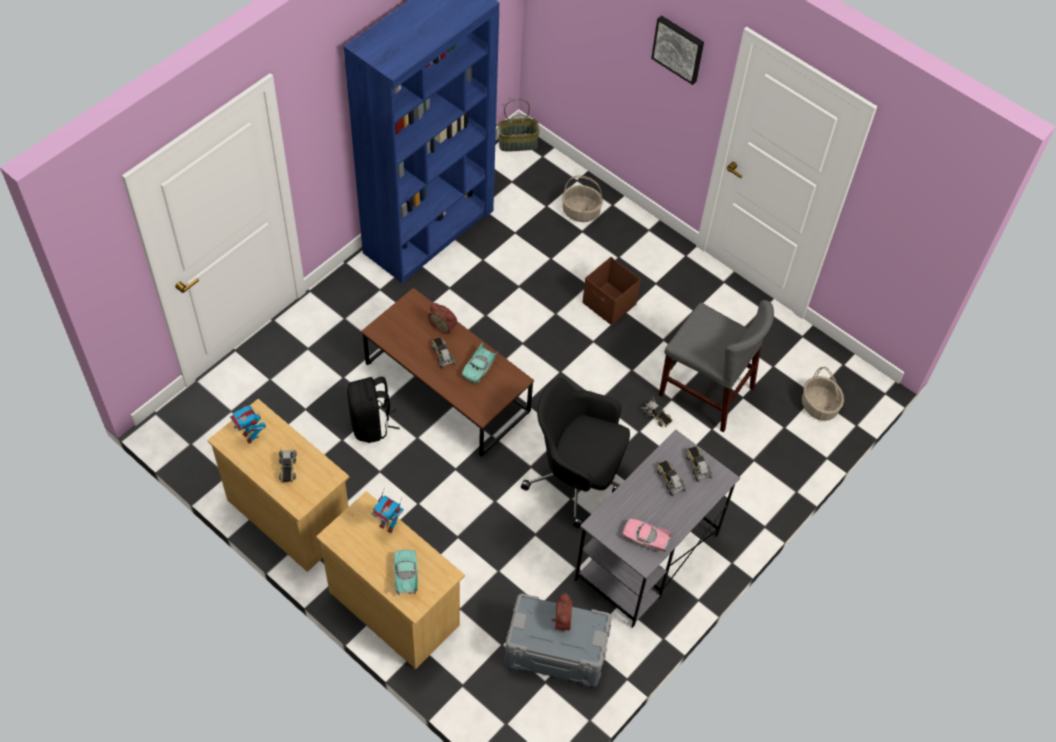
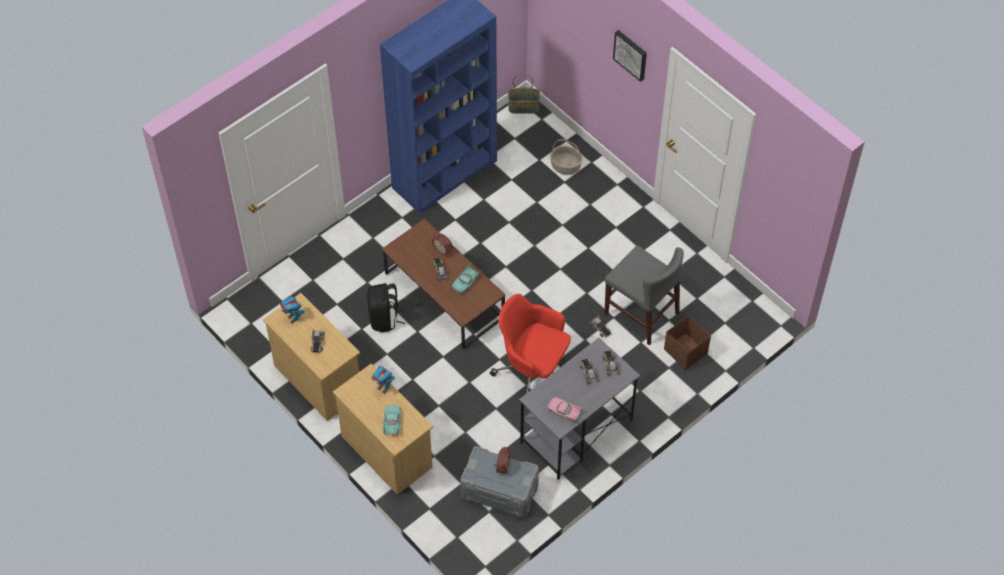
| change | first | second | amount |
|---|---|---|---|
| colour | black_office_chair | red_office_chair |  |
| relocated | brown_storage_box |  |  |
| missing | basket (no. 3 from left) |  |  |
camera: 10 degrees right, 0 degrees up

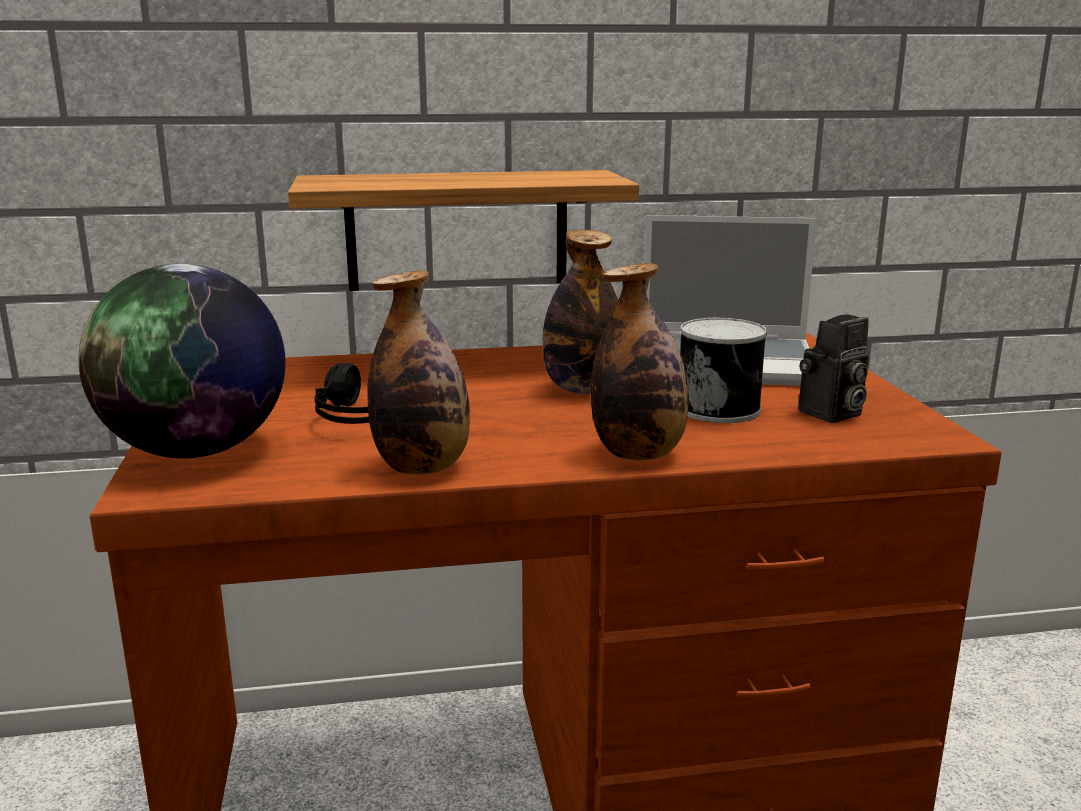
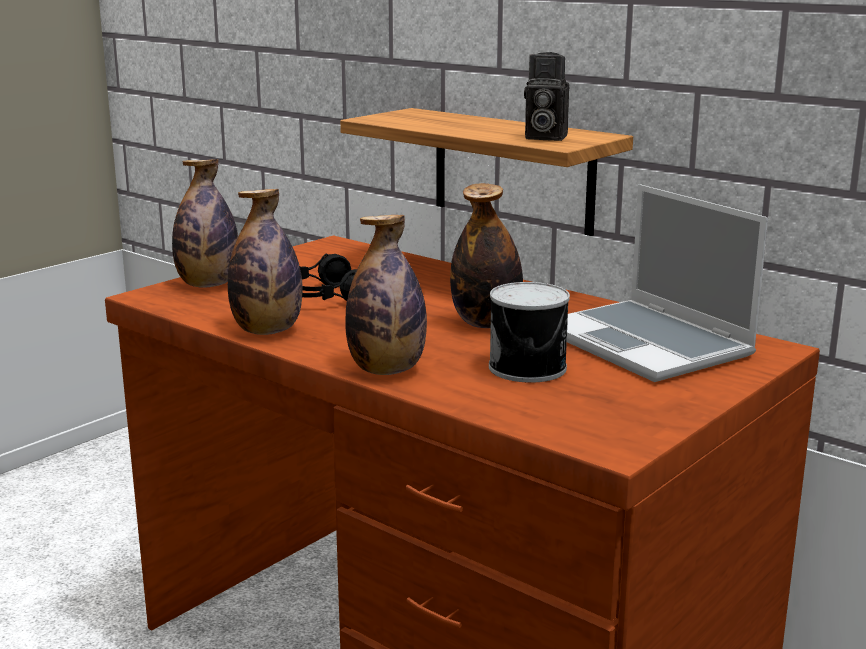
| change | first | second | amount |
|---|---|---|---|
| exchanged | globe | bottle (no. 1 from left) |  |
| relocated | photo_camera |  |  |
camera: 50 degrees right, 0 degrees up

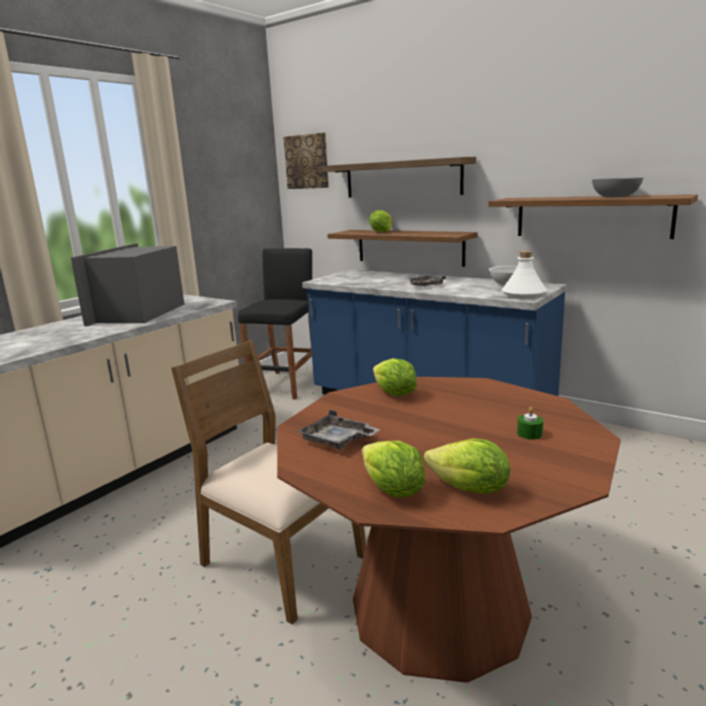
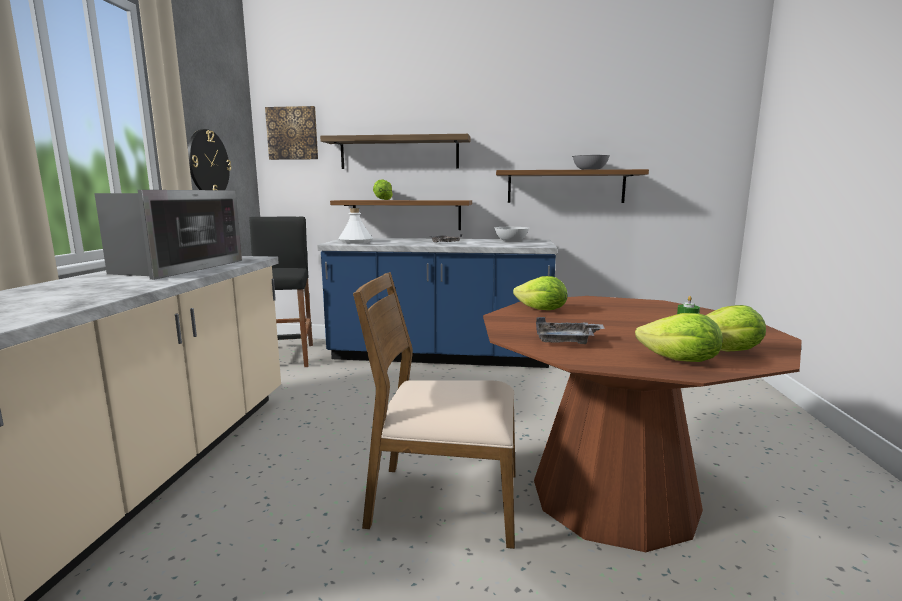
| change | first | second | amount |
|---|---|---|---|
| spun | microwave |  | 150 degrees counterclockwise |
| relocated | white_bottle |  |  |
| appeared |  | wall_clock |  |
camera: 30 degrees left, 5 degrees down

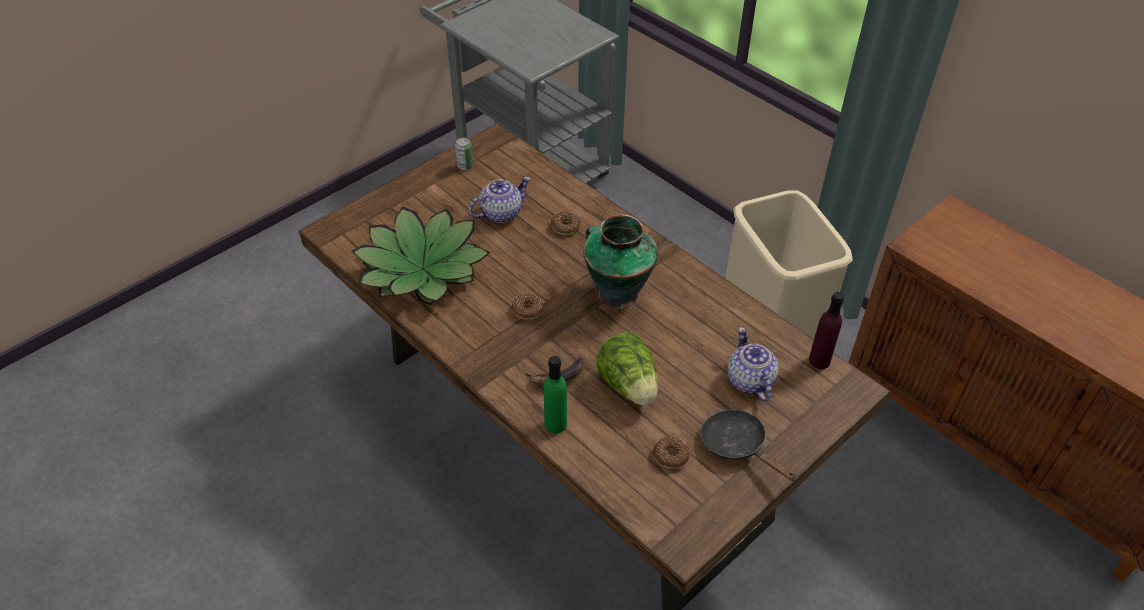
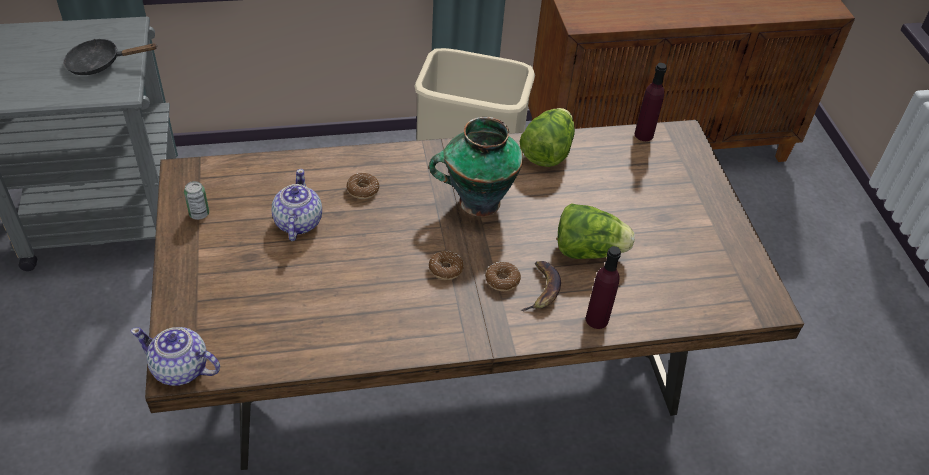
| change | first | second | amount |
|---|---|---|---|
| missing | potted_plant |  |  |
| colour | green_bottle | purple_bottle (no. 1 from left) |  |
| relocated | donut (no. 3 from left) |  |  |
| relocated | black_frying_pan |  |  |
| relocated | teapot (no. 2 from left in the first image) | teapot (no. 1 from left) |  |
| appeared |  | lettuce (no. 1 from left) |  |
camera: 60 degrees left, 0 degrees up

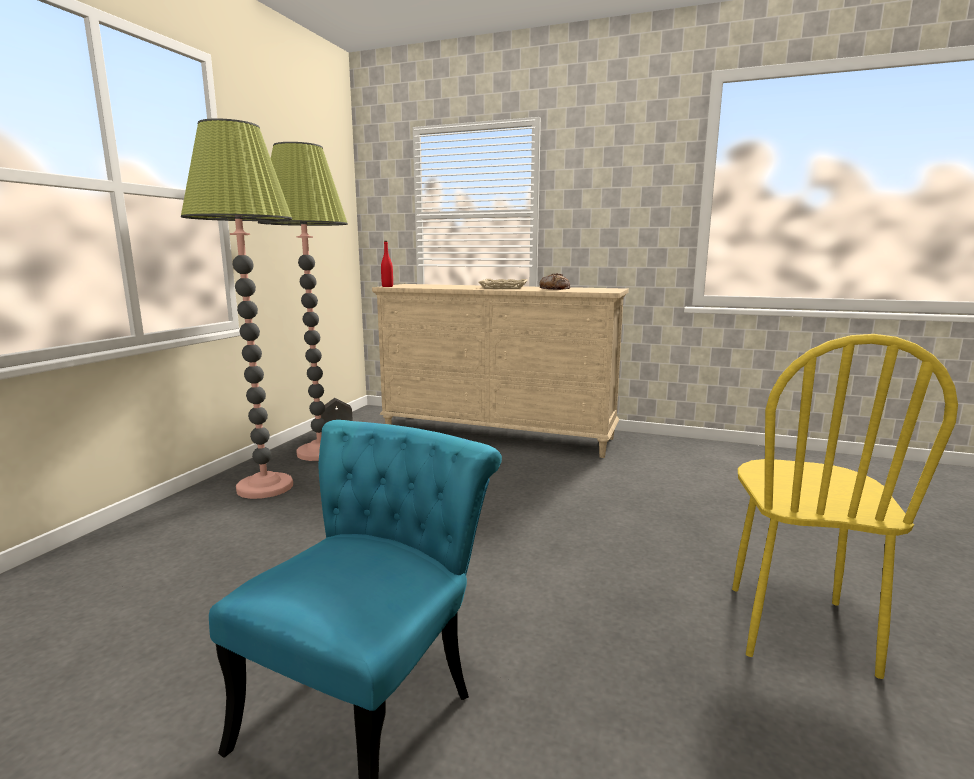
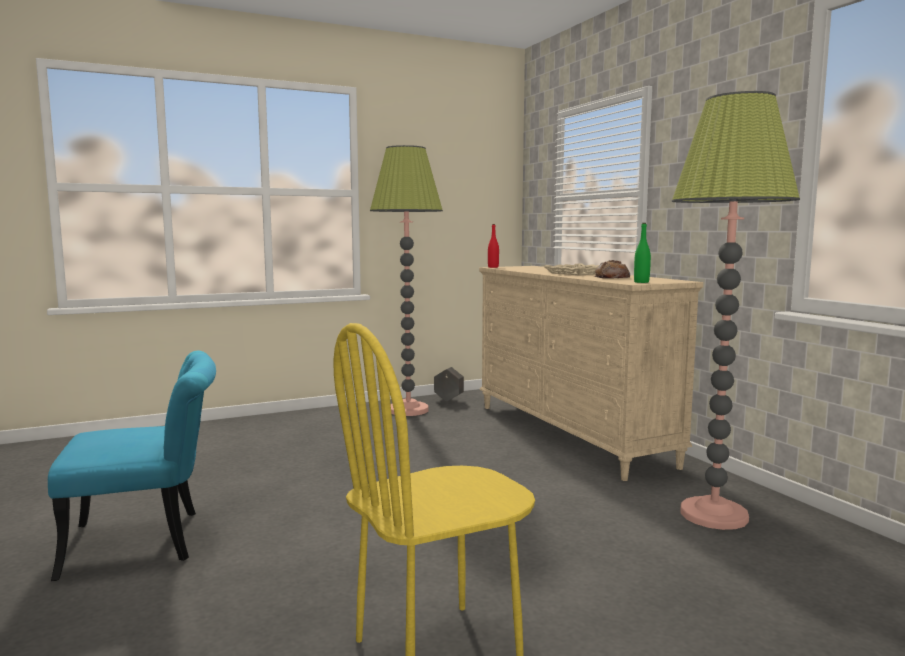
| change | first | second | amount |
|---|---|---|---|
| relocated | floor_lamp (no. 1 from left in the first image) | floor_lamp (no. 2 from left) |  |
| appeared |  | green_bottle |  |
camera: 45 degrees right, 5 degrees down

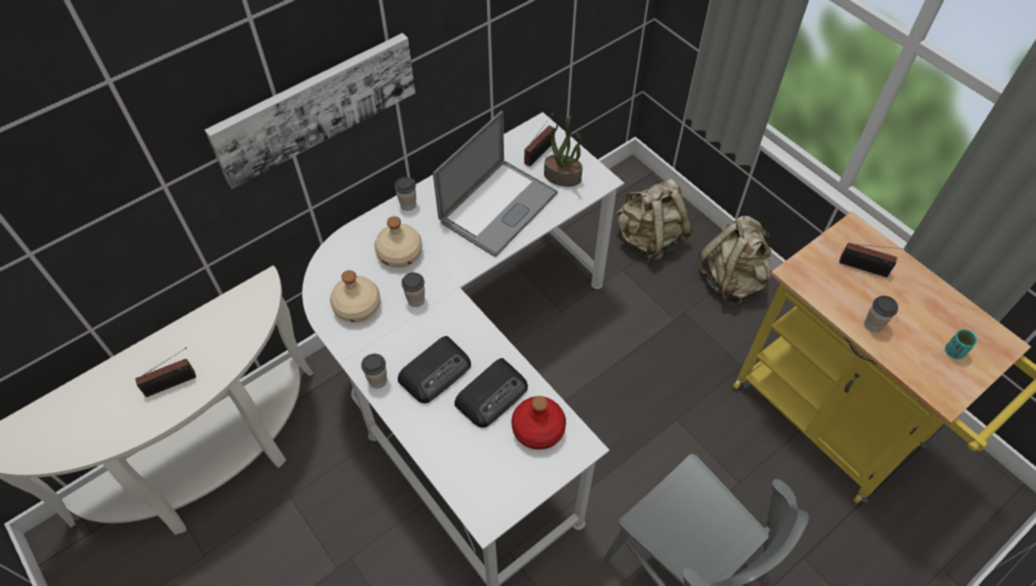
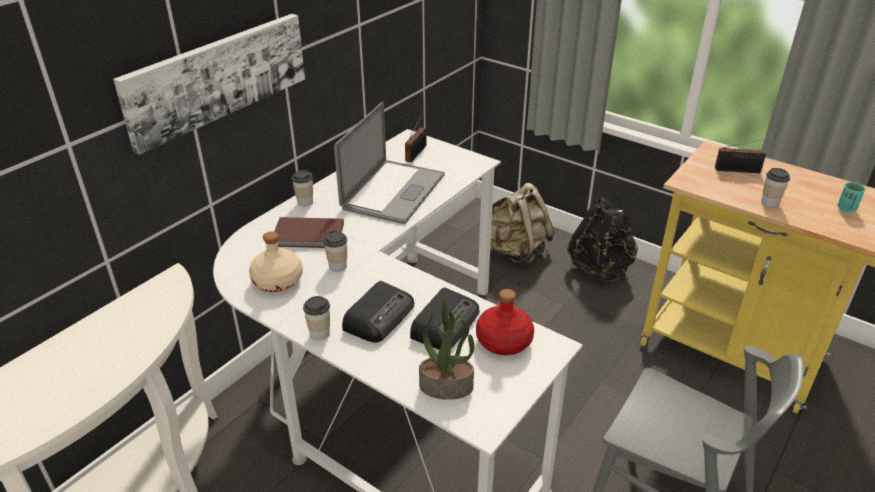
| change | first | second | amount |
|---|---|---|---|
| missing | radio (no. 1 from left) |  |  |
| exchanged | beige_bottle (no. 2 from left) | brown_book |  |
| relocated | potted_plant |  |  |
| colour | beige_backpack (no. 2 from left) | black_backpack |  |
camera: 15 degrees left, 20 degrees down

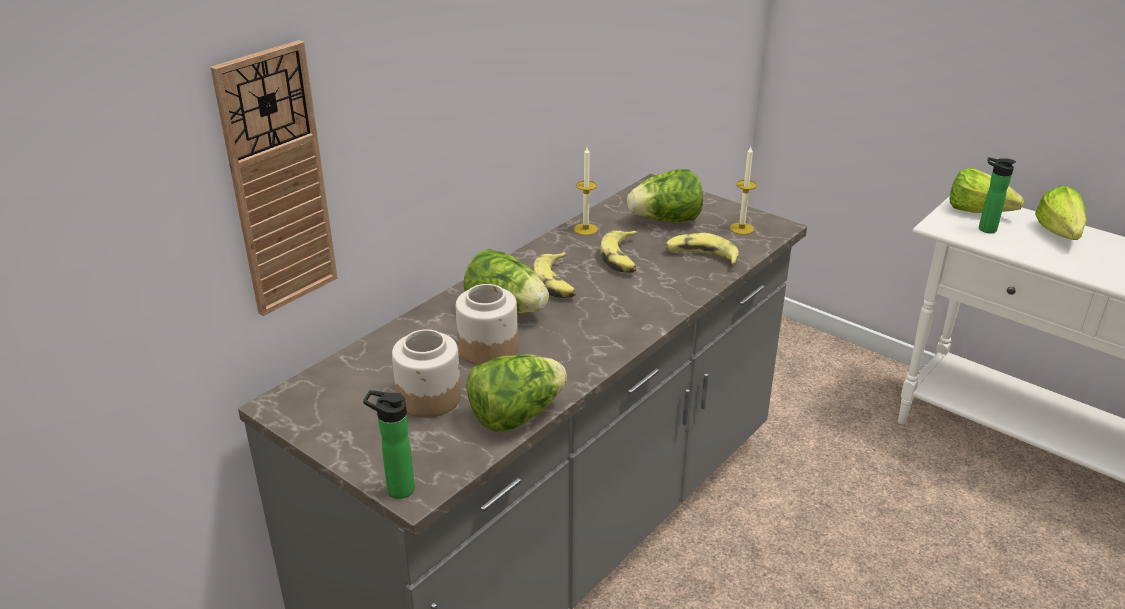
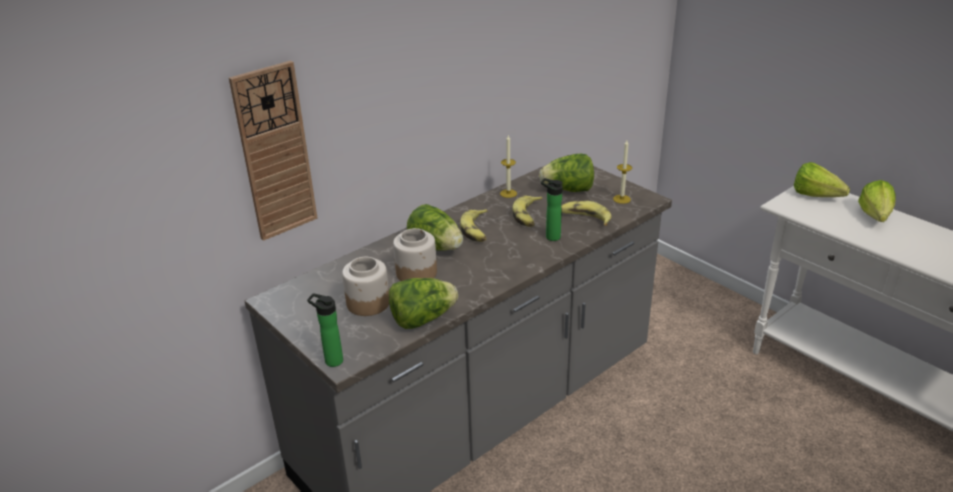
| change | first | second | amount |
|---|---|---|---|
| relocated | bottle (no. 2 from left) |  |  |
camera: 10 degrees right, 0 degrees up

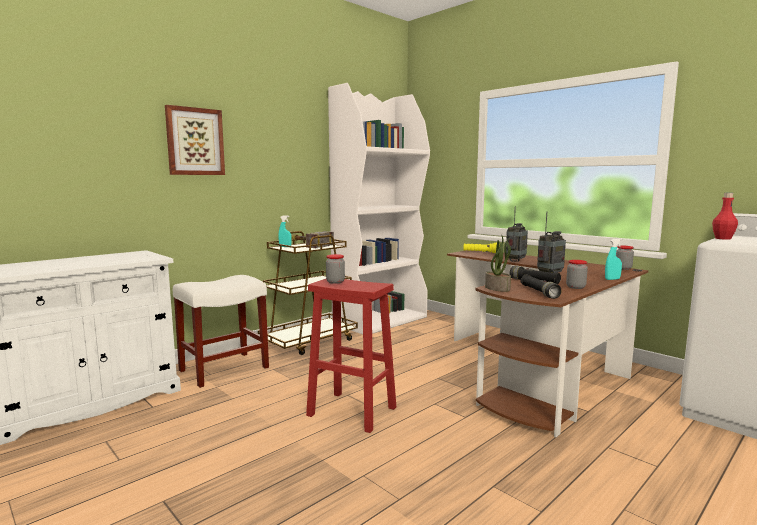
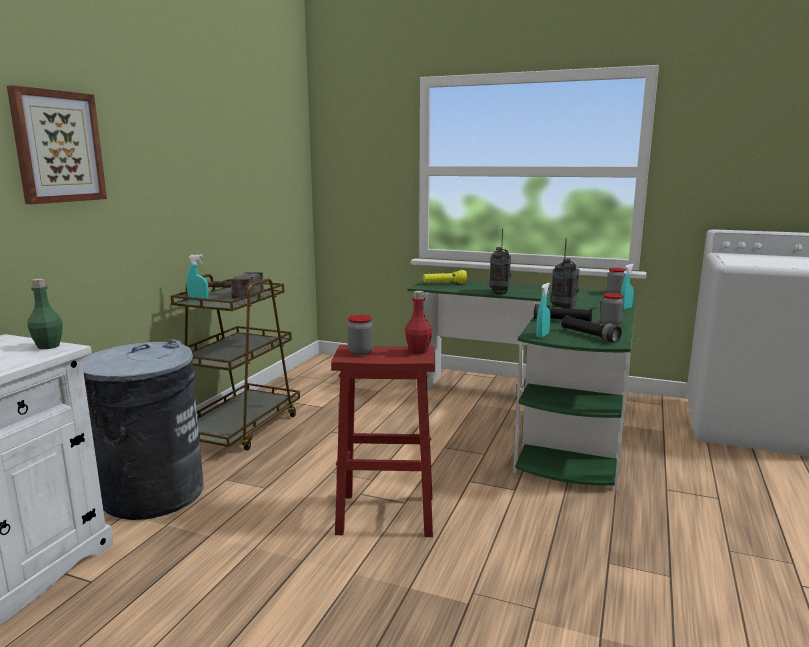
| change | first | second | amount |
|---|---|---|---|
| exchanged | white_stool | grey_trash_can |  |
| missing | white_bookcase |  |  |
| colour | brown_desk | green_desk |  |
| exchanged | potted_plant | turquoise_spray_bottle (no. 2 from left) |  |
| relocated | red_bottle |  |  |
| appeared |  | green_bottle |  |
camera: 25 degrees left, 5 degrees up

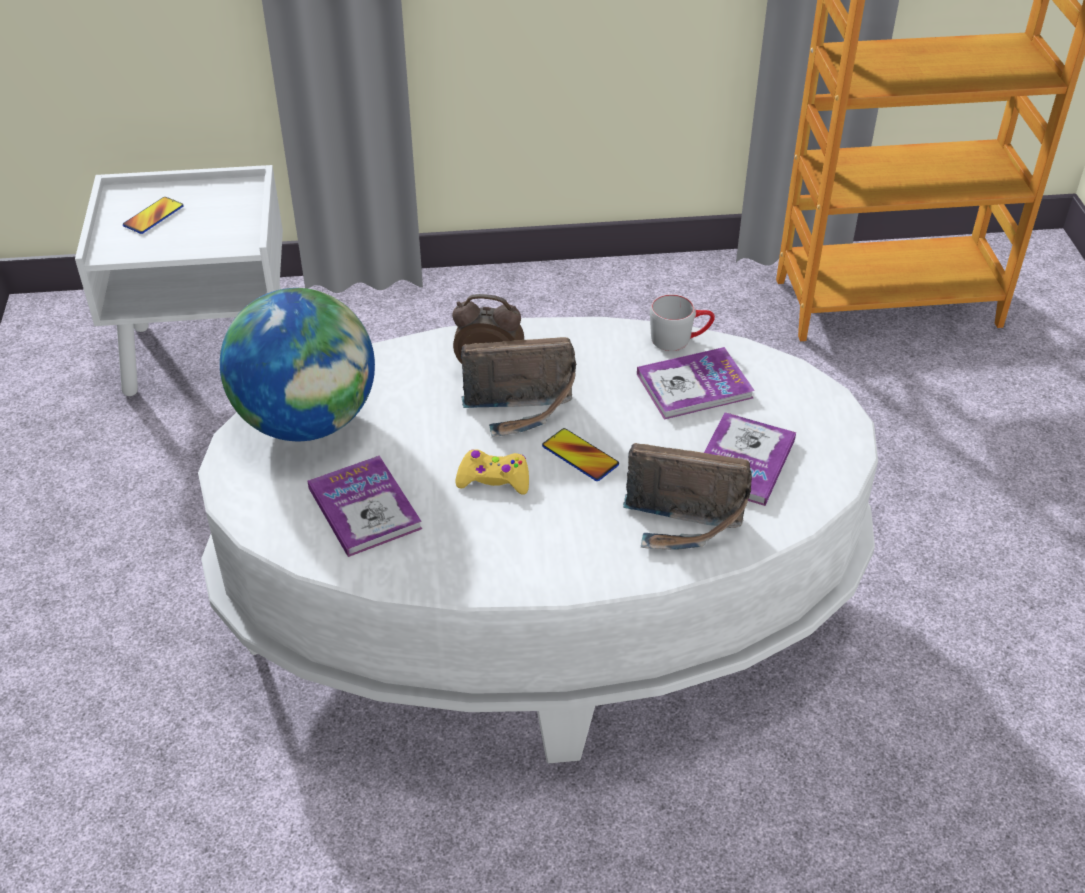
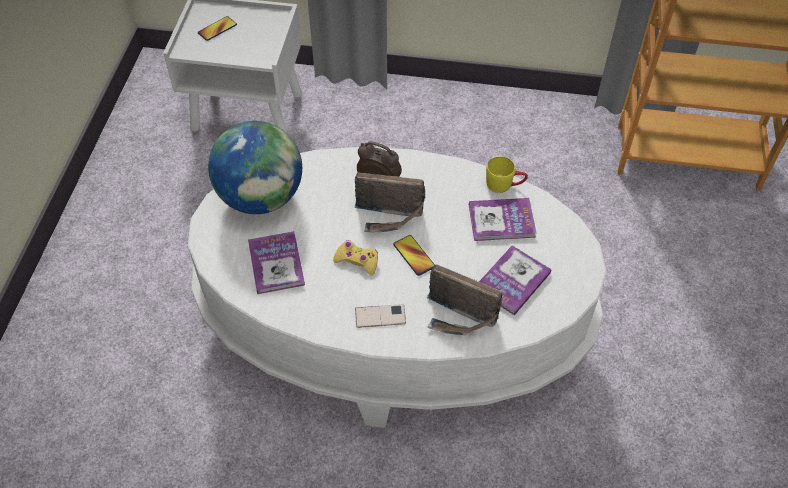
| change | first | second | amount |
|---|---|---|---|
| colour | grey_mug | yellow_mug |  |
| appeared |  | phone (no. 2 from left) |  |
camera: 15 degrees right, 10 degrees up

